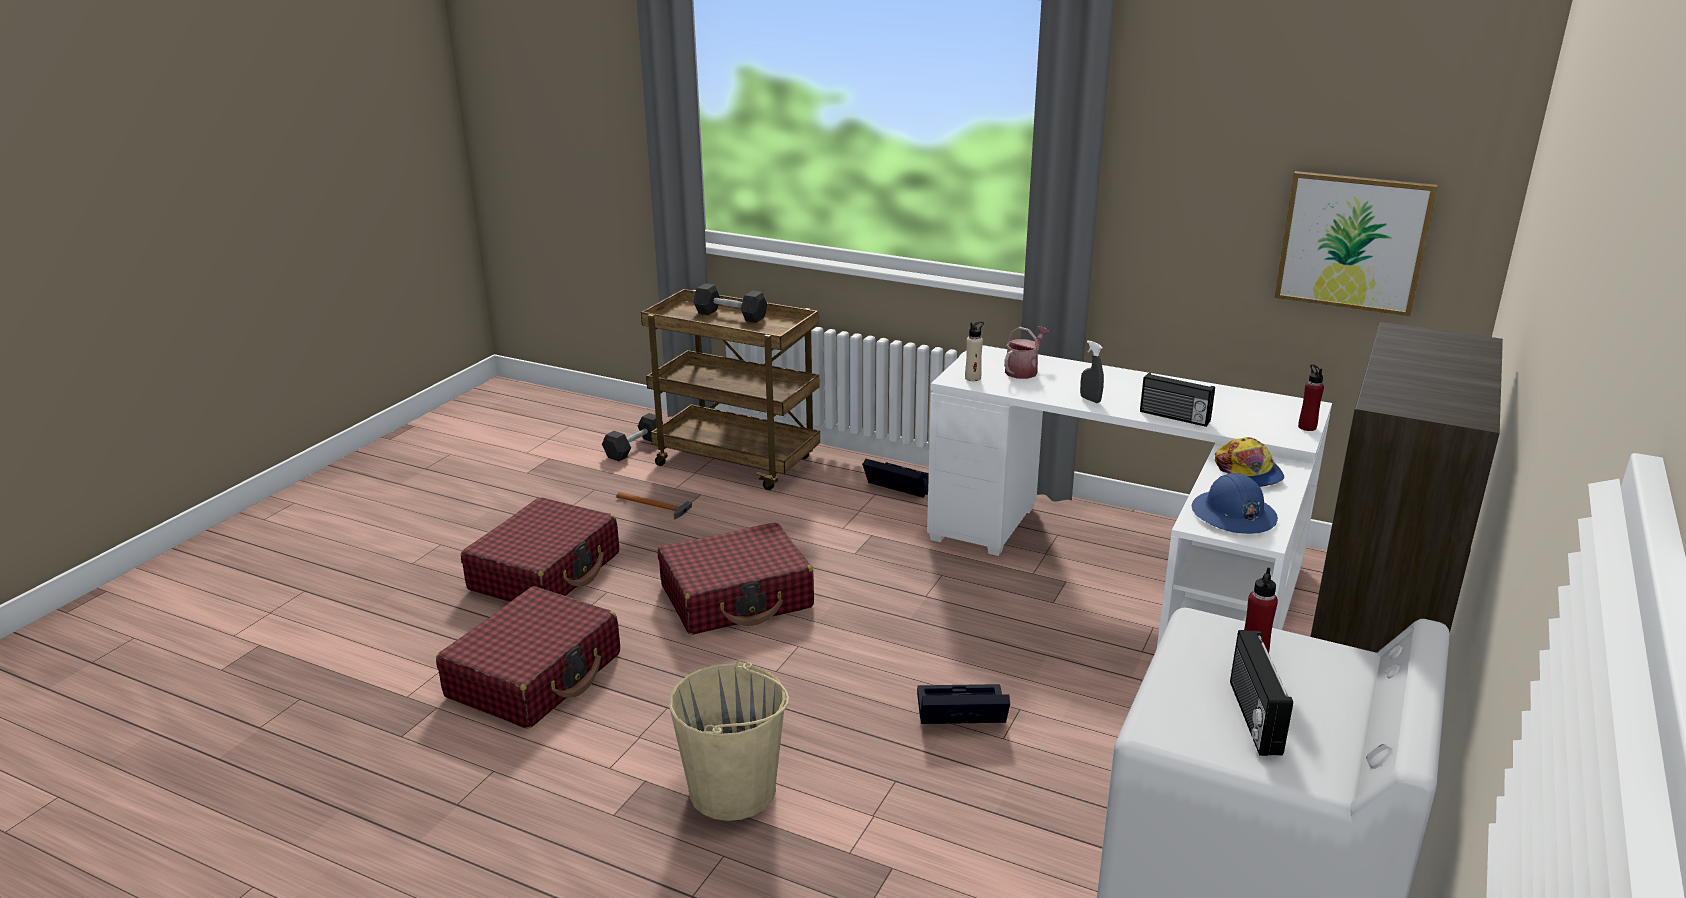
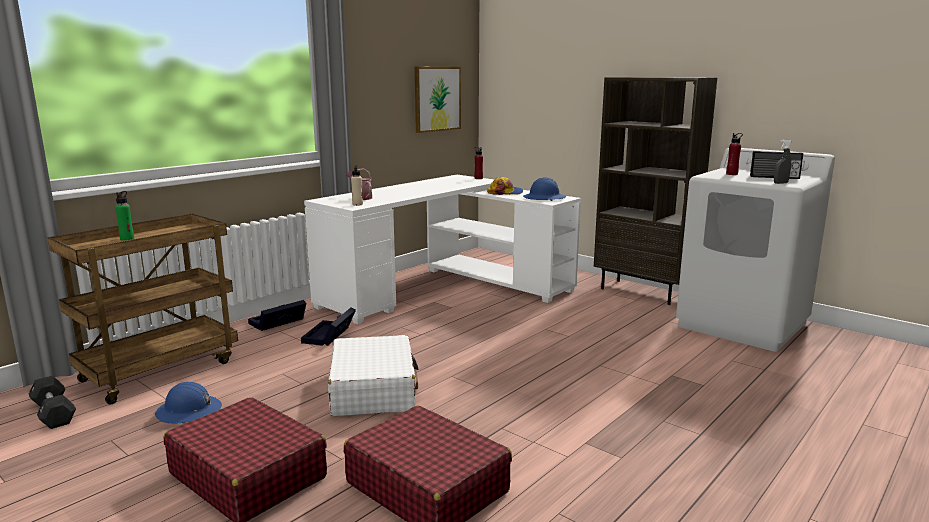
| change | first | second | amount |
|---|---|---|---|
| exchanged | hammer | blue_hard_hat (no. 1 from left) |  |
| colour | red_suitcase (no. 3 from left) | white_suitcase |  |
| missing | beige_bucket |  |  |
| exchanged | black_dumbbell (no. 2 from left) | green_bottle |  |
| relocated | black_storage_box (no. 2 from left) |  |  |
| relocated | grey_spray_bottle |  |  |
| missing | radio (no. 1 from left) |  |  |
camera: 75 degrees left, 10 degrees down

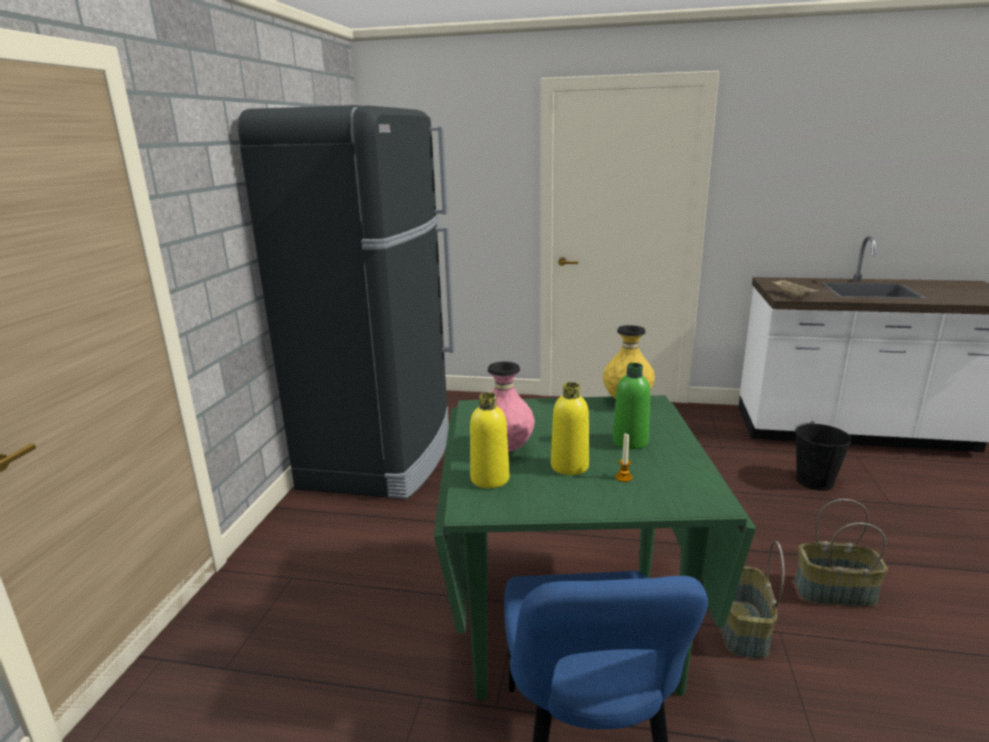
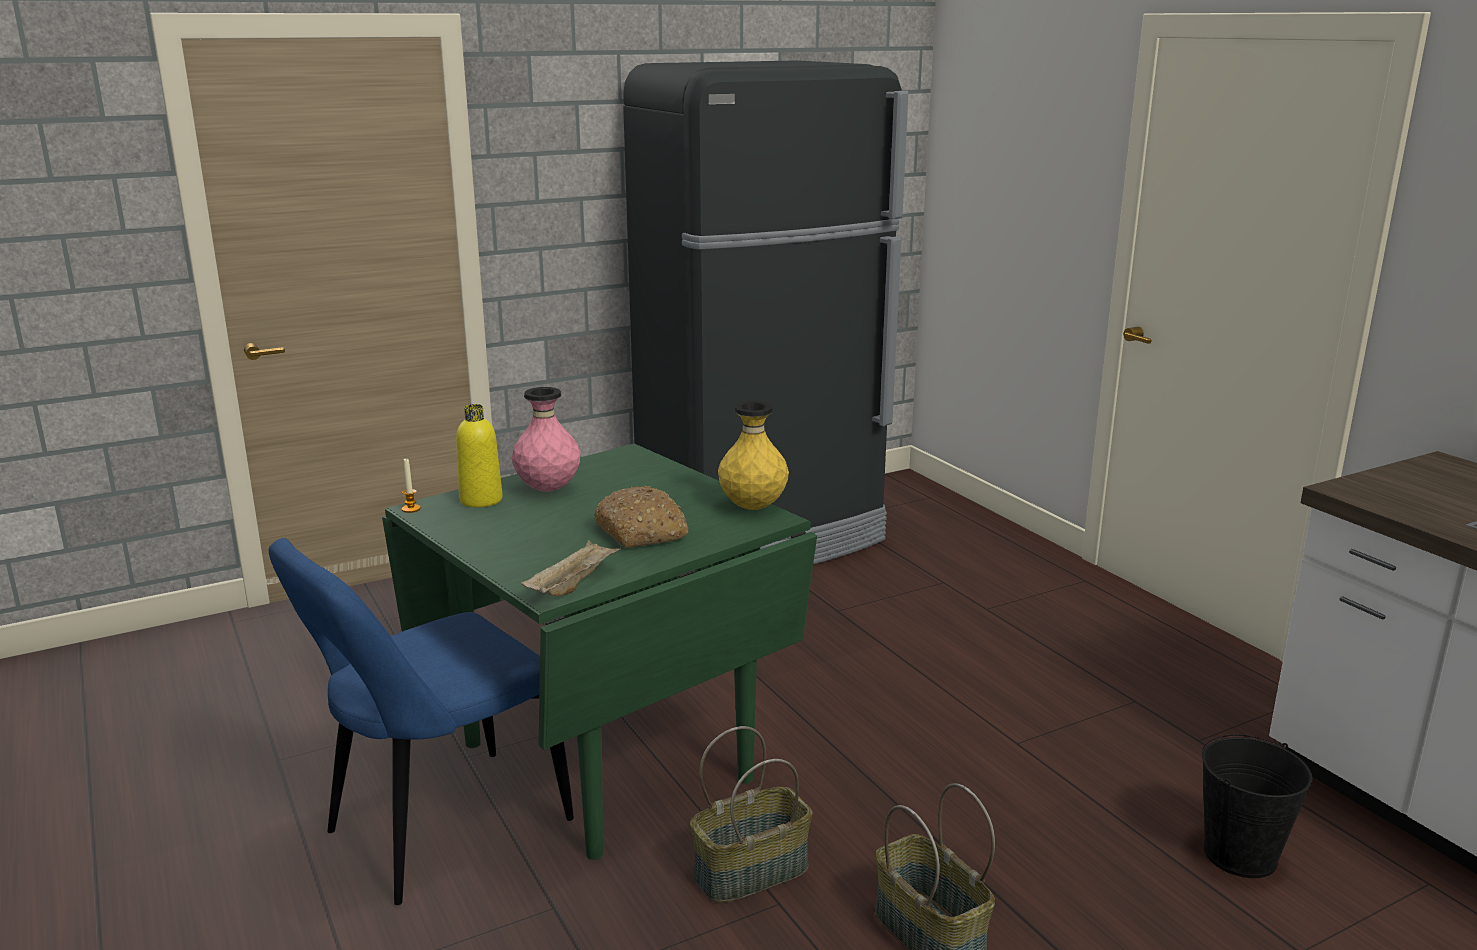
| change | first | second | amount |
|---|---|---|---|
| missing | yellow_bottle (no. 2 from left) |  |  |
| exchanged | green_bottle | bread |  |
| relocated | candle |  |  |
| relocated | beige_tray |  |  |
camera: 50 degrees right, 0 degrees up

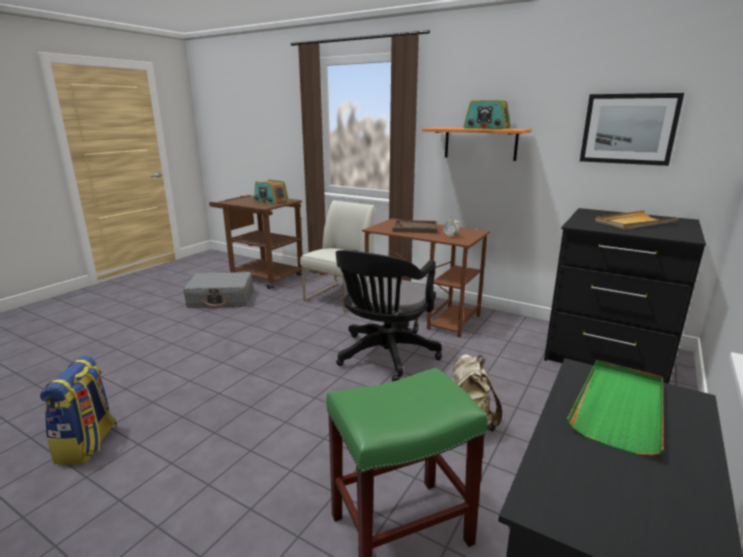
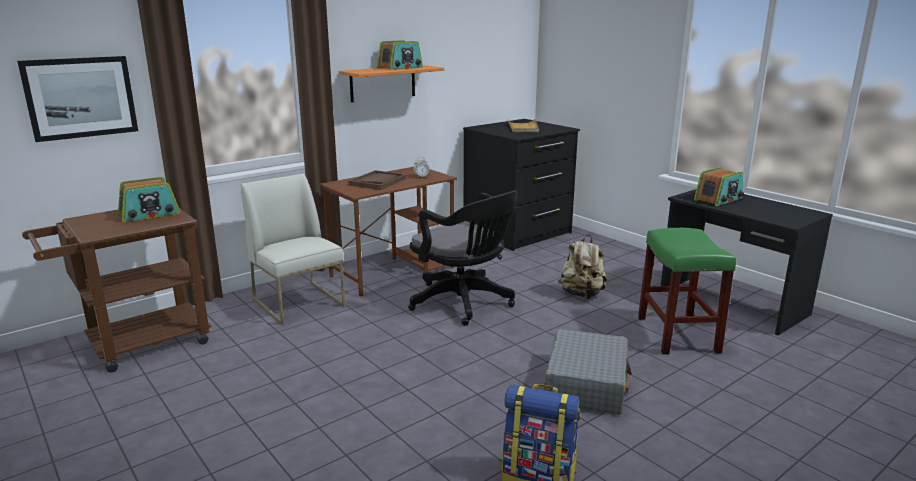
| change | first | second | amount |
|---|---|---|---|
| relocated | grey_suitcase |  |  |
| exchanged | green_tray | radio (no. 3 from left) |  |
| relocated | picture |  |  |
camera: 70 degrees left, 0 degrees up

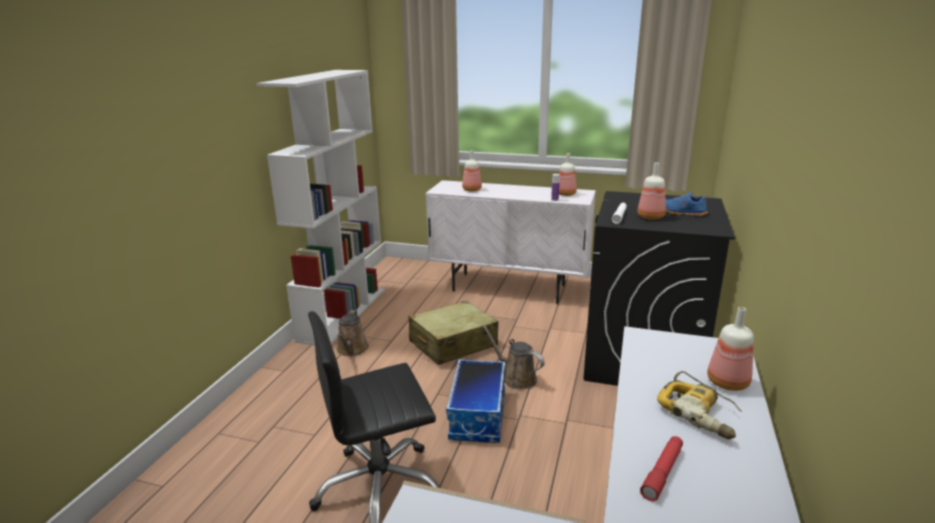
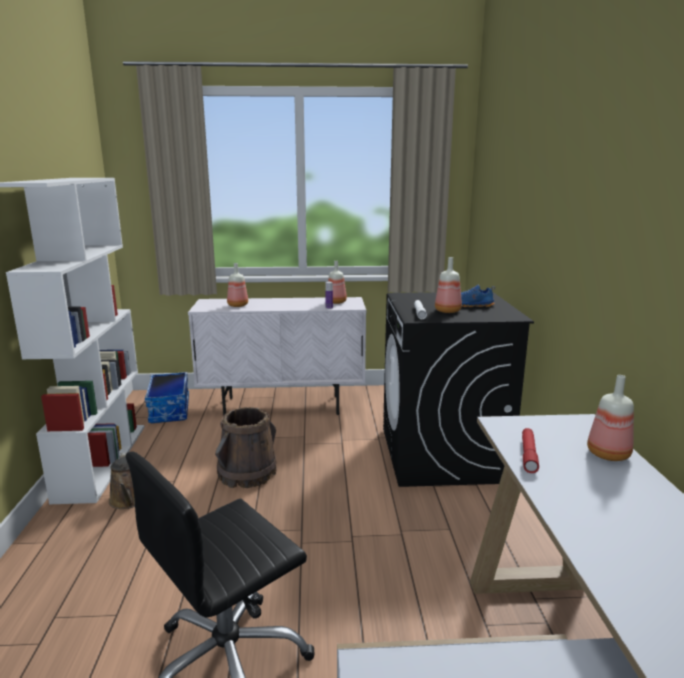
| change | first | second | amount |
|---|---|---|---|
| exchanged | beige_suitcase | brown_bucket |  |
| relocated | storage_box |  |  |
| missing | brown_watering_can (no. 2 from left) |  |  |
| relocated | red_flashlight |  |  |
| missing | power_drill |  |  |
camera: 20 degrees left, 5 degrees down

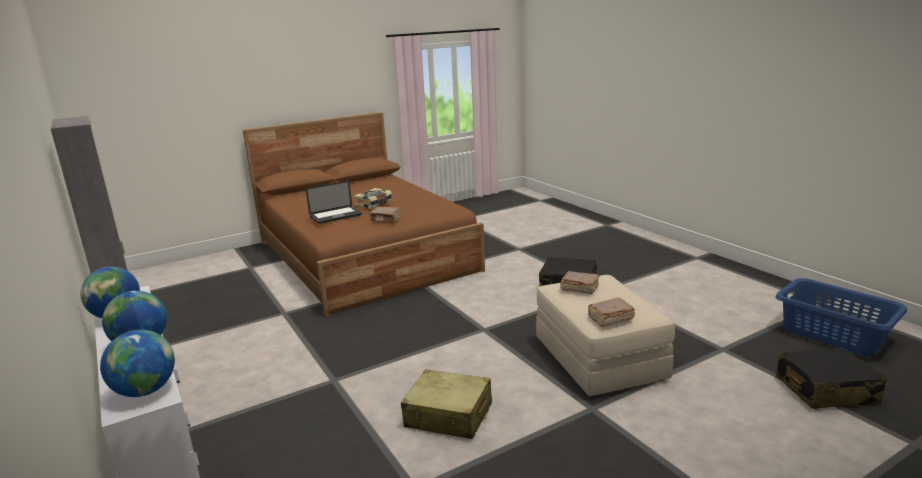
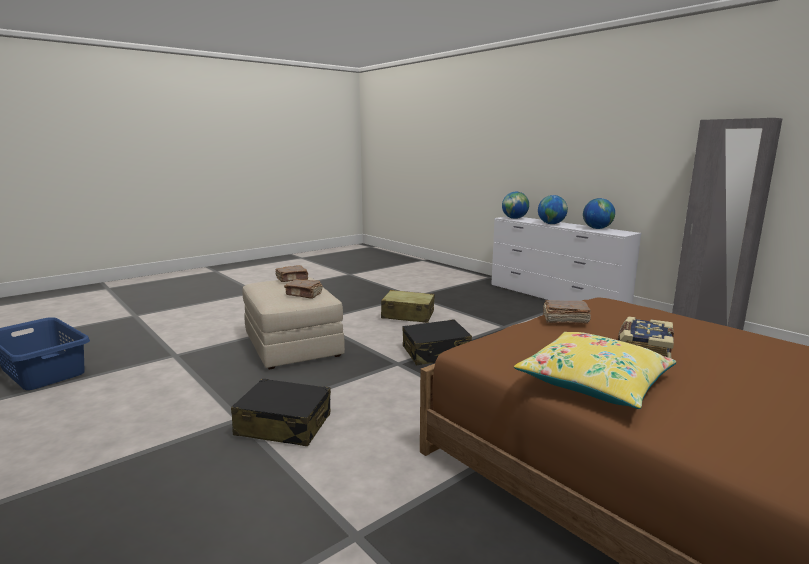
| change | first | second | amount |
|---|---|---|---|
| missing | laptop |  |  |
| relocated | black_suitcase (no. 2 from left) |  |  |
| appeared |  | yellow_pillow |  |
camera: 170 degrees right, 5 degrees down

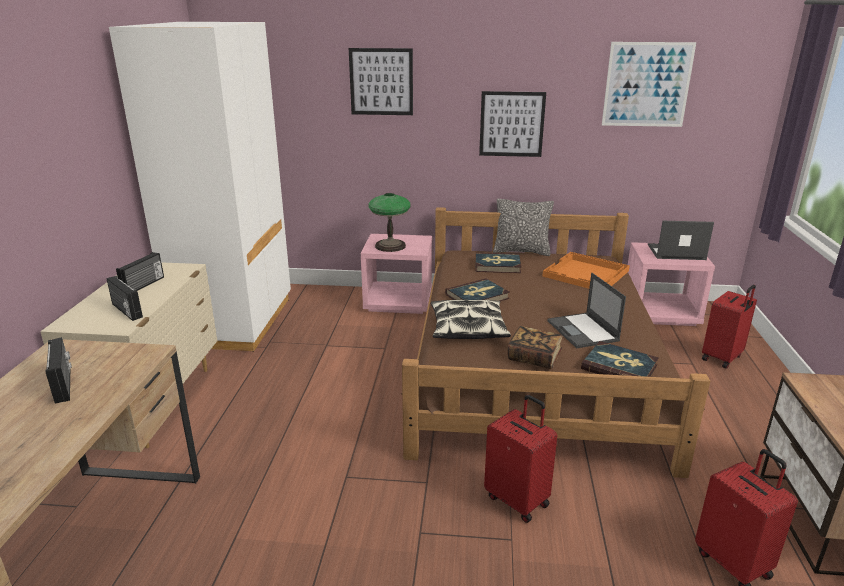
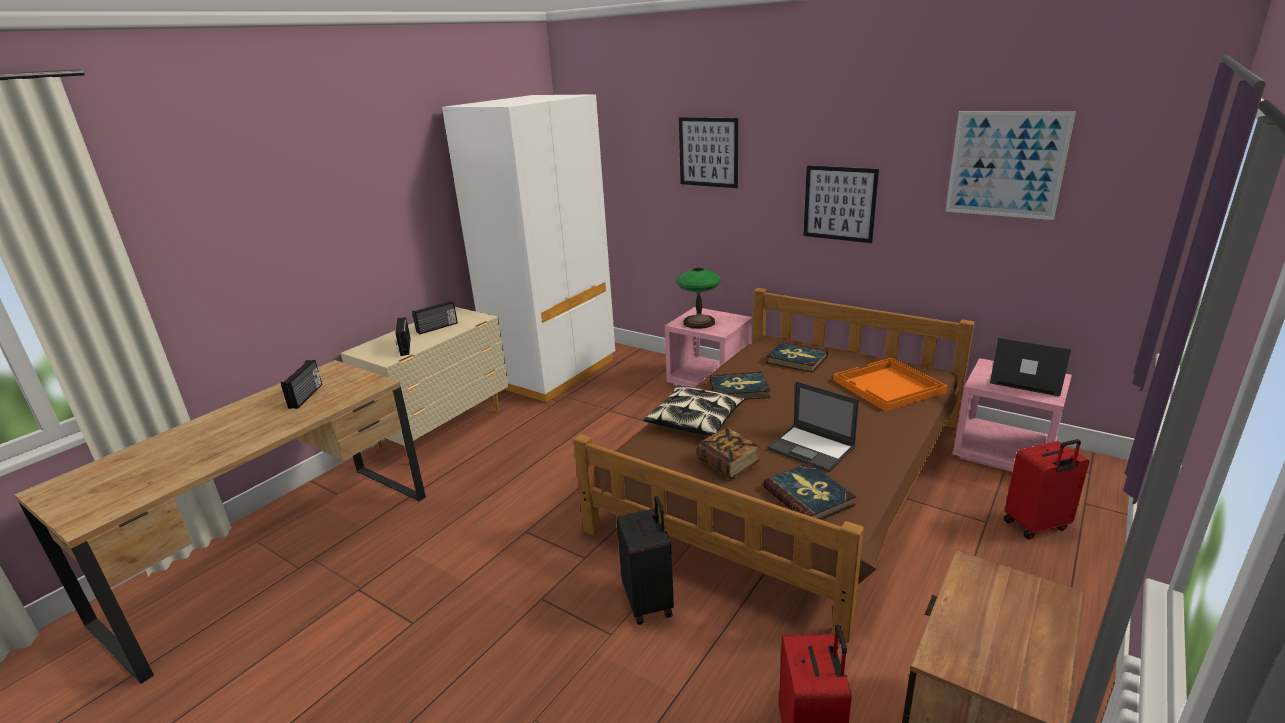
| change | first | second | amount |
|---|---|---|---|
| colour | red_suitcase (no. 1 from left) | black_suitcase |  |
| missing | pillow (no. 2 from left) |  |  |
| spun | laptop (no. 1 from left) |  | 60 degrees counterclockwise |
camera: 30 degrees right, 0 degrees up

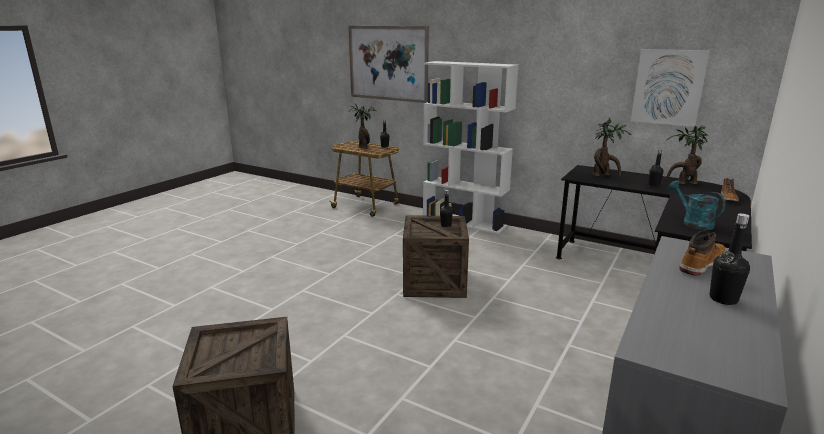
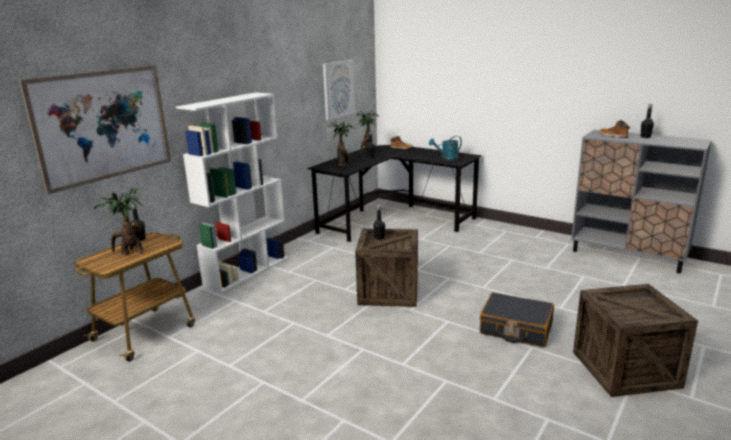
| change | first | second | amount |
|---|---|---|---|
| appeared |  | black_suitcase |  |
camera: 85 degrees left, 0 degrees up

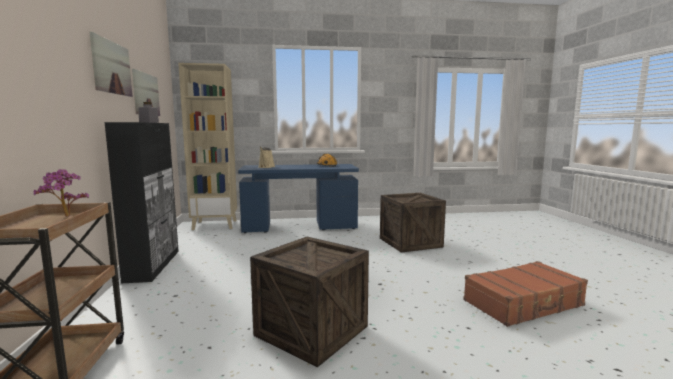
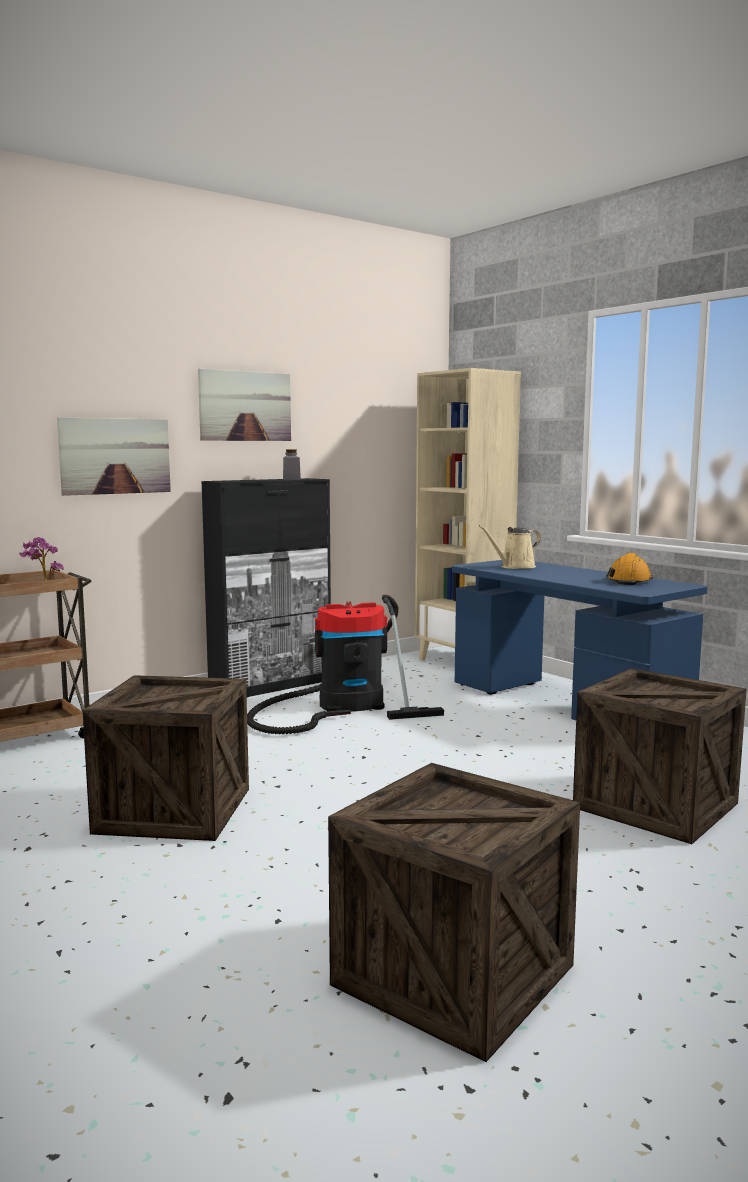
| change | first | second | amount |
|---|---|---|---|
| relocated | picture (no. 2 from left in the first image) | picture (no. 1 from left) |  |
| exchanged | brown_suitcase | crate (no. 2 from left) |  |
| appeared |  | vacuum_cleaner |  |
camera: 60 degrees right, 0 degrees up

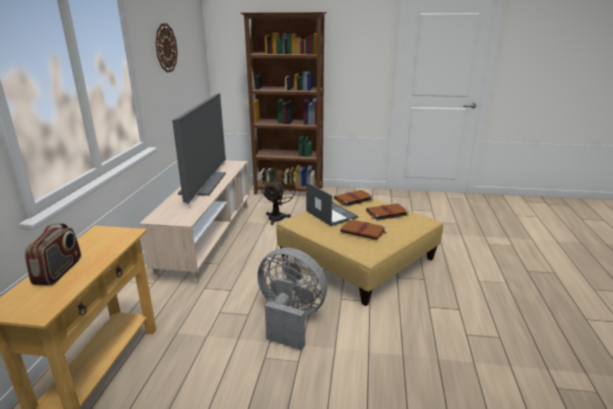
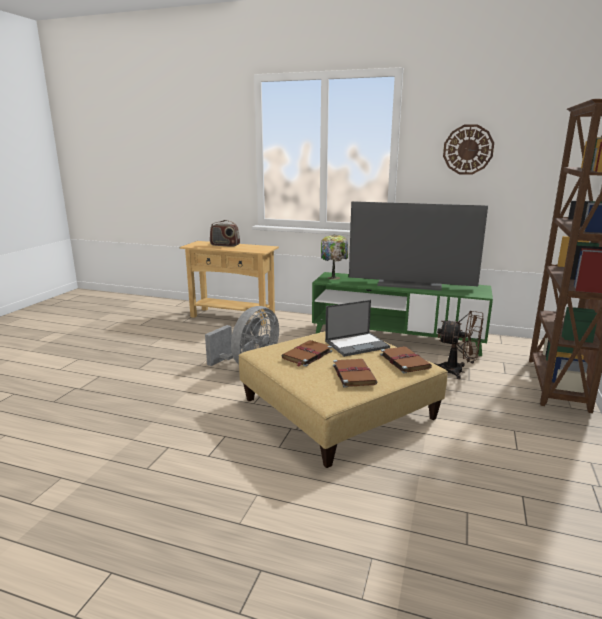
| change | first | second | amount |
|---|---|---|---|
| colour | beige_tv_stand | green_tv_stand |  |
| appeared |  | table_lamp |  |
camera: 100 degrees right, 5 degrees down

